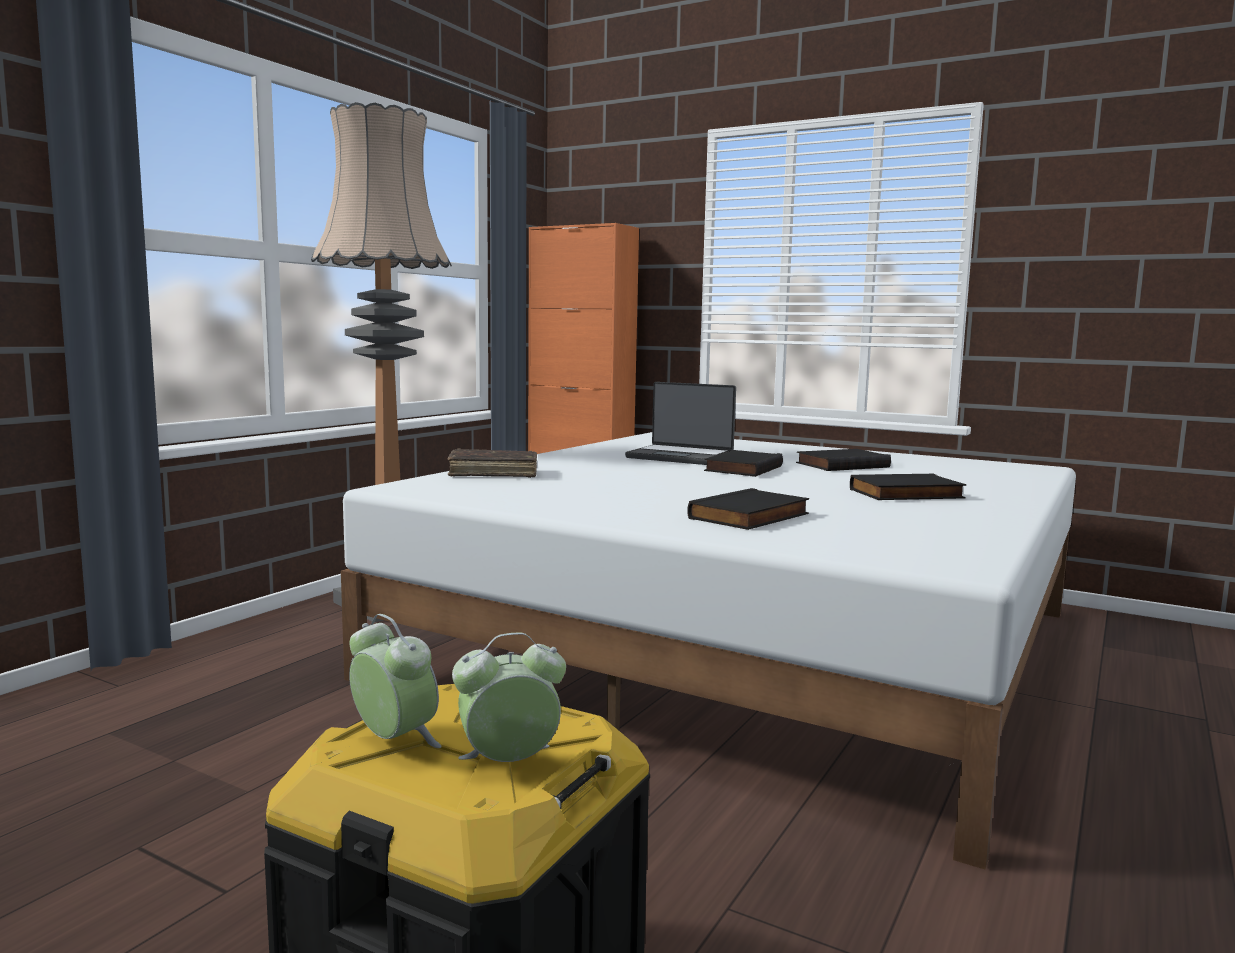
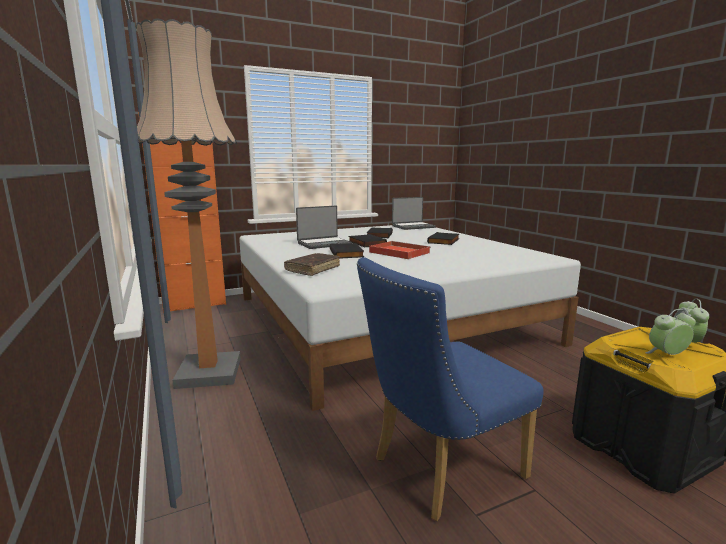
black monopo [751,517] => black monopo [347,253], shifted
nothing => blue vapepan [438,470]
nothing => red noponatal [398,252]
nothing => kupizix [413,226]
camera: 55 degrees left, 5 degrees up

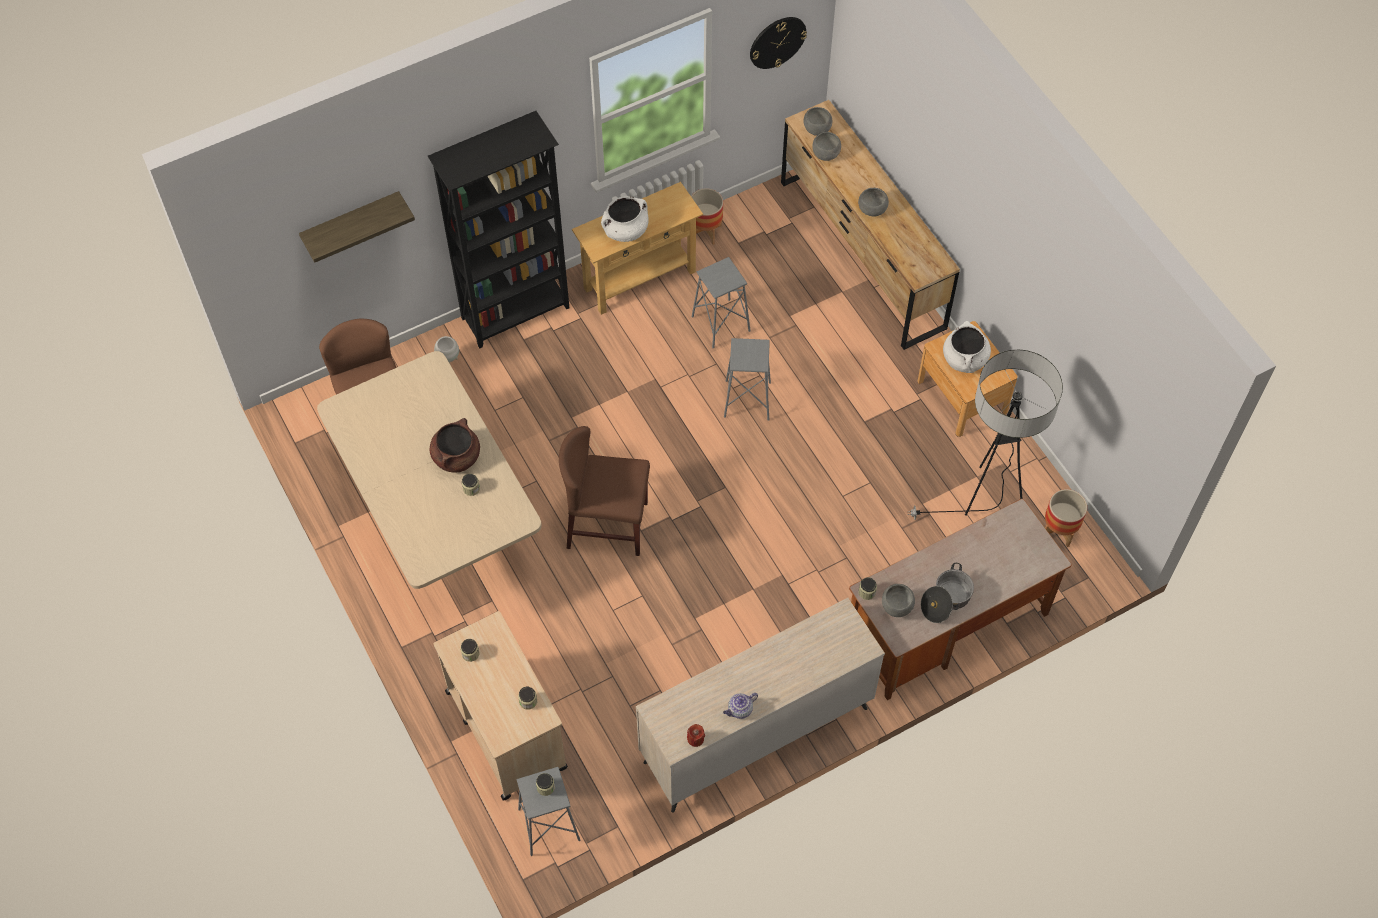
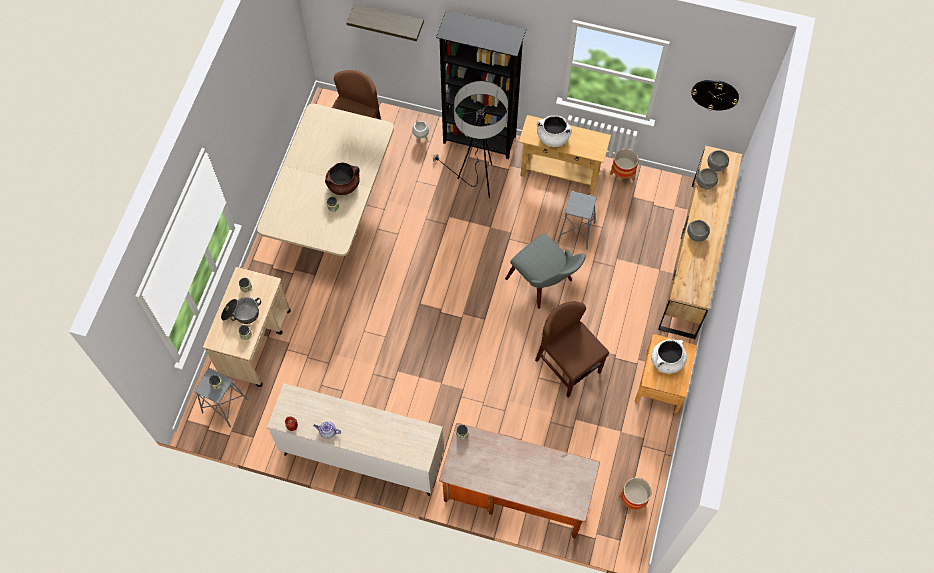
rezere [946,600] => rezere [241,313], shifted
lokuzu [984,499] => lokuzu [477,180], shifted
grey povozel [747,400] => grey vapepan [545,284]
brown vapepan [607,525] => brown vapepan [568,366], shifted
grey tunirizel [896,606] => nothing
camera: 45 degrees right, 5 degrees up

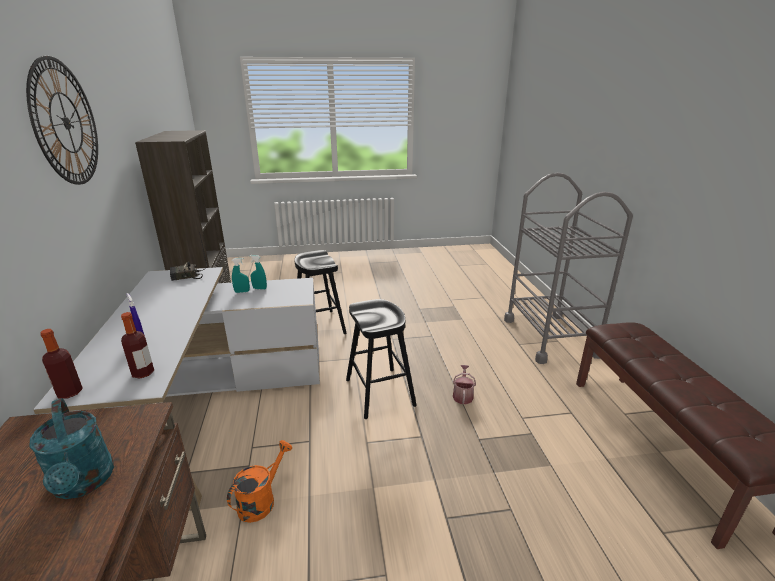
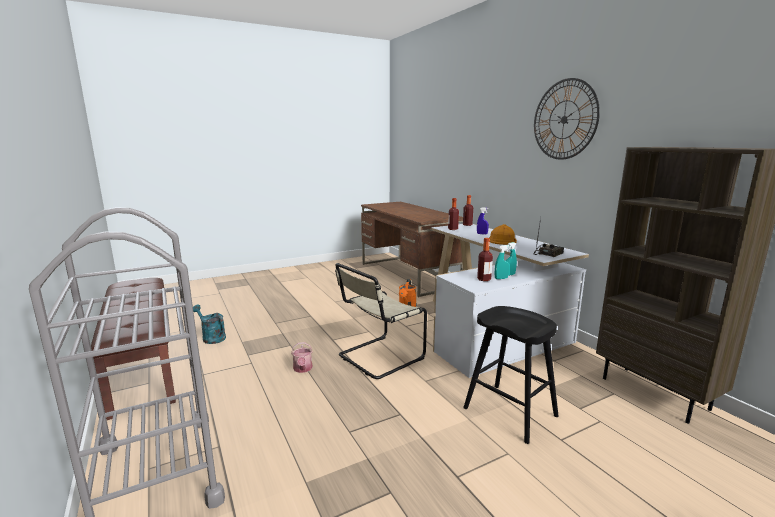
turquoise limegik [84,483] => turquoise limegik [211,337], shifted
black povozel [379,392] => beige vapepan [378,358]
nothing => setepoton [484,279]
nothing => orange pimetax [502,240]
camera: 160 degrees right, 10 degrees down

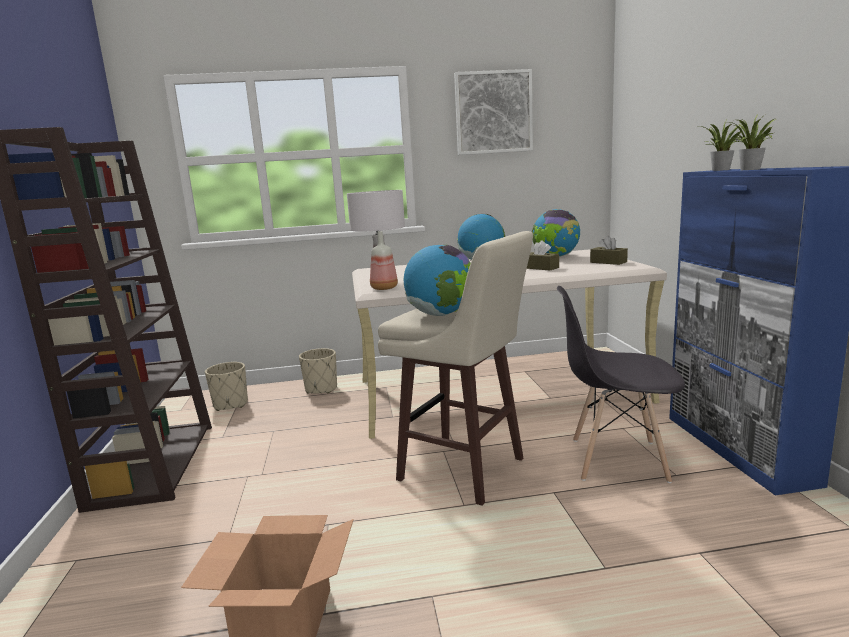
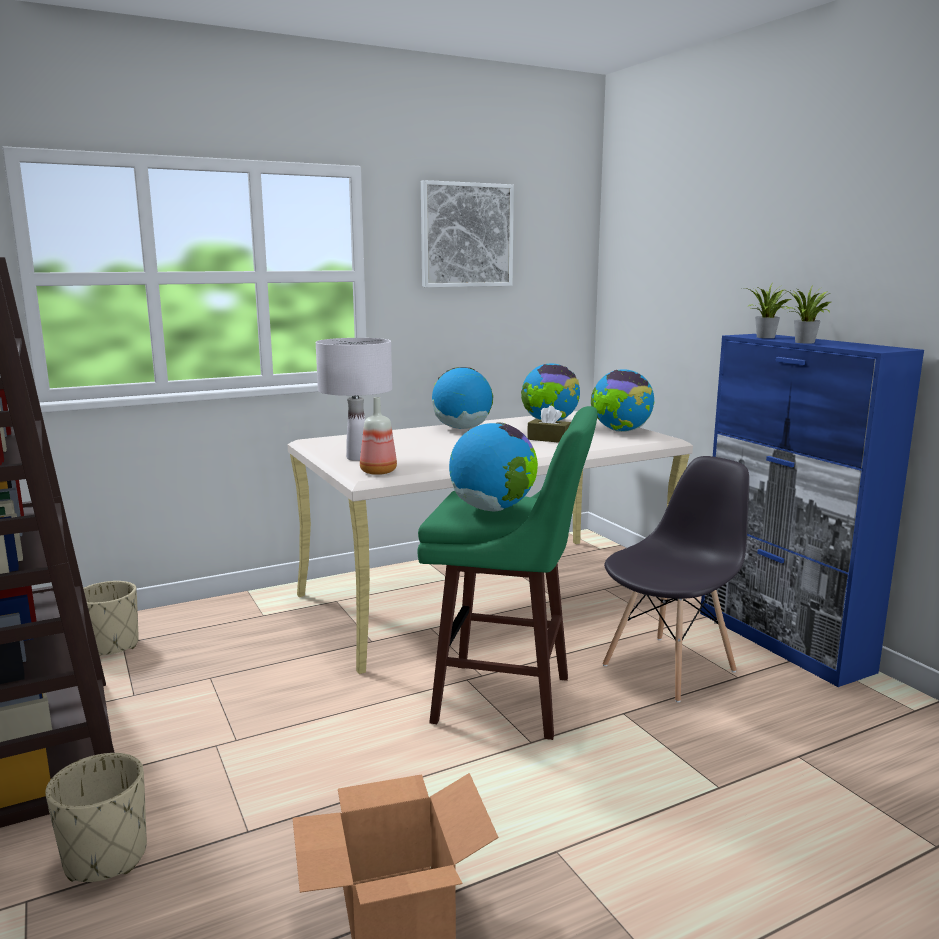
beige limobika [321,389] => beige limobika [106,857], shifted
beige povozel [464,471] => green povozel [507,701]
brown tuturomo [608,262] => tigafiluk [621,431]
grey vapepan [616,460] => grey vapepan [670,667], 150 degrees clockwise
camera: 20 degrees left, 0 degrees up

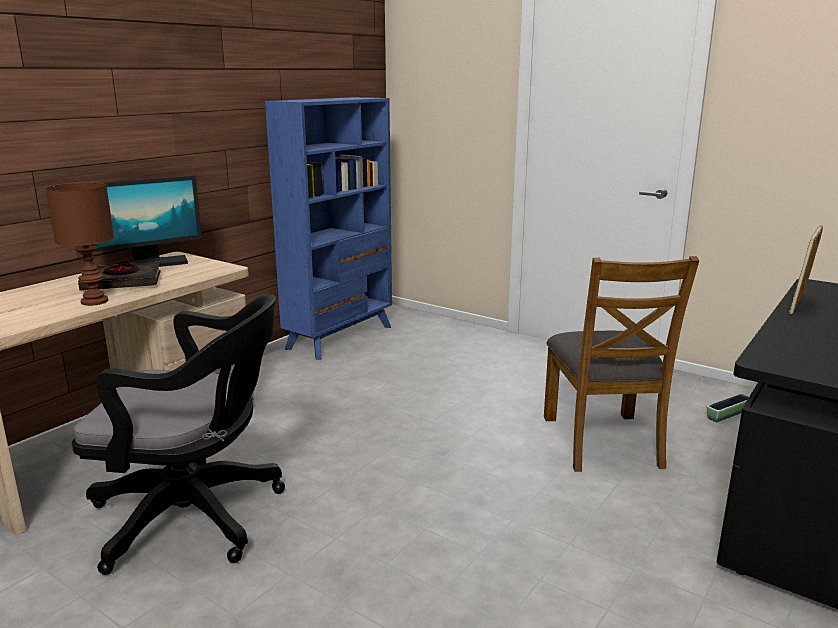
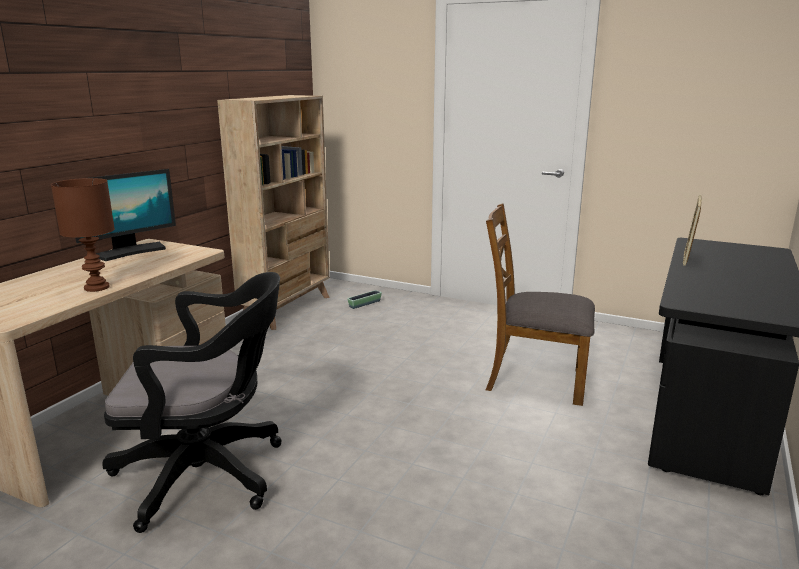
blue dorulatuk [341,337] => beige dorulatuk [287,309]
limobika [728,414] => limobika [364,304], shifted
brown vapepan [603,441] => brown vapepan [535,379], 120 degrees clockwise
black monopo [122,282] => nothing
camera: 10 degrees left, 0 degrees up

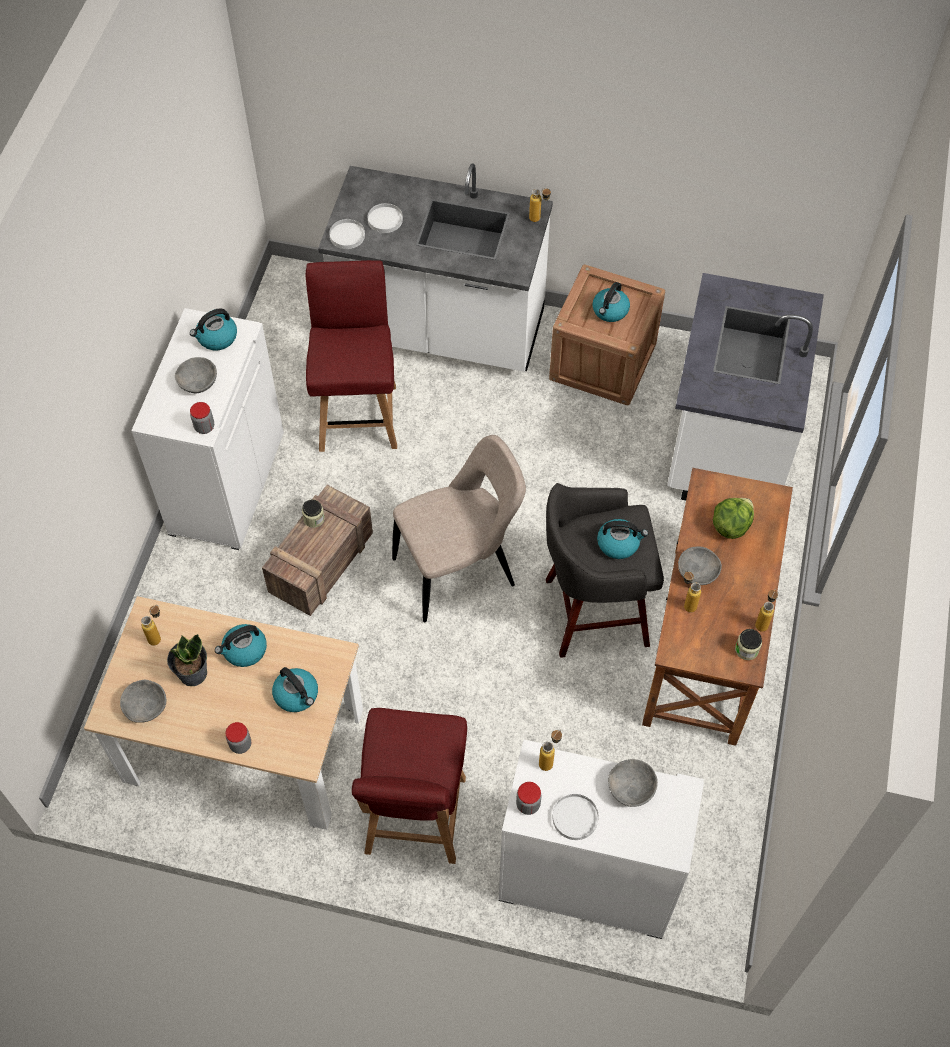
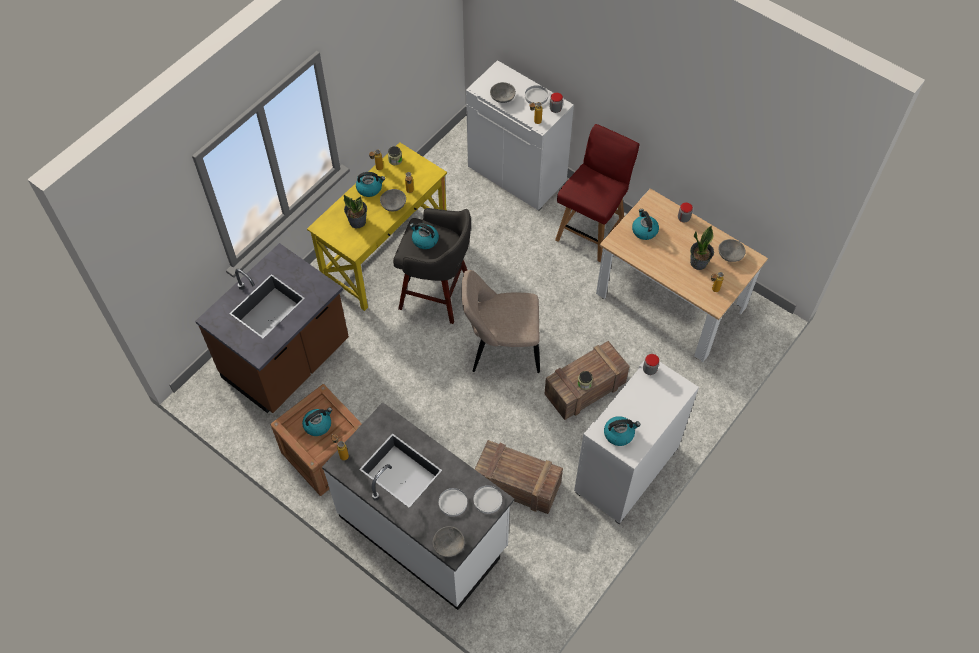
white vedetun [726,443] => brown vedetun [287,361]
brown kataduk [705,643] => yellow kataduk [385,253]
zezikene [730,526] => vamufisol [357,221]
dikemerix [244,650] => dikemerix [370,188], shifted
grey tunirizel [198,382] => grey tunirizel [448,545], shifted
red vapepan [358,415] => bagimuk [516,484]
camera: 155 degrees left, 0 degrees up

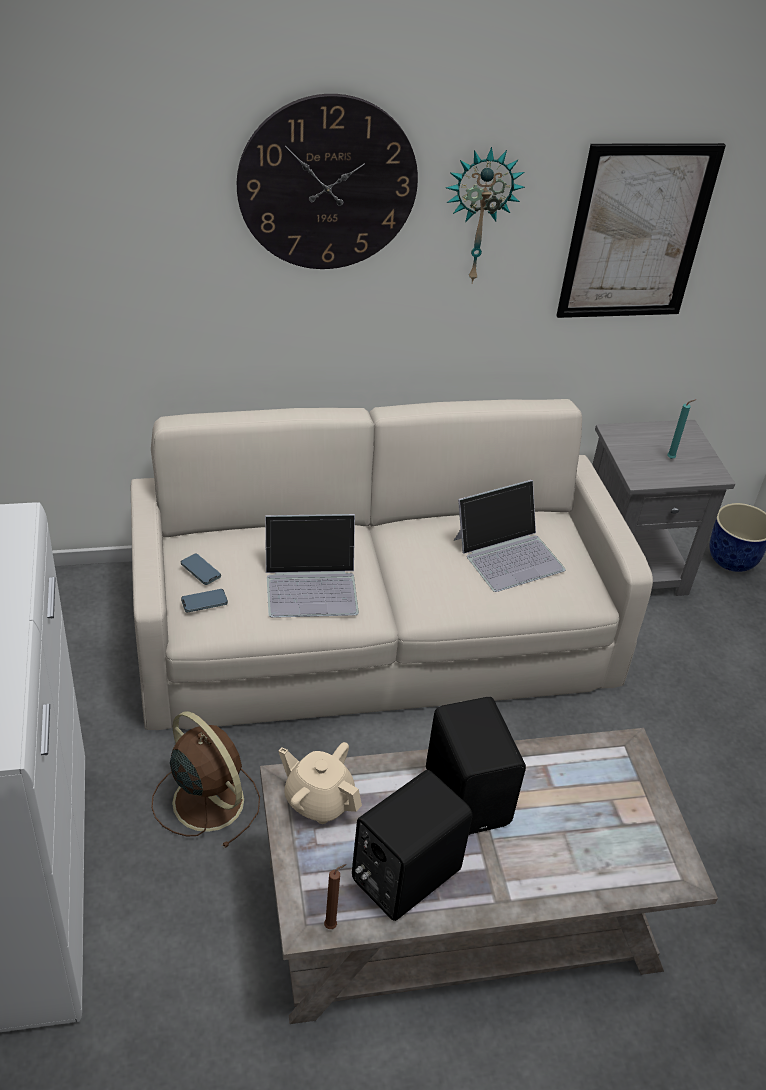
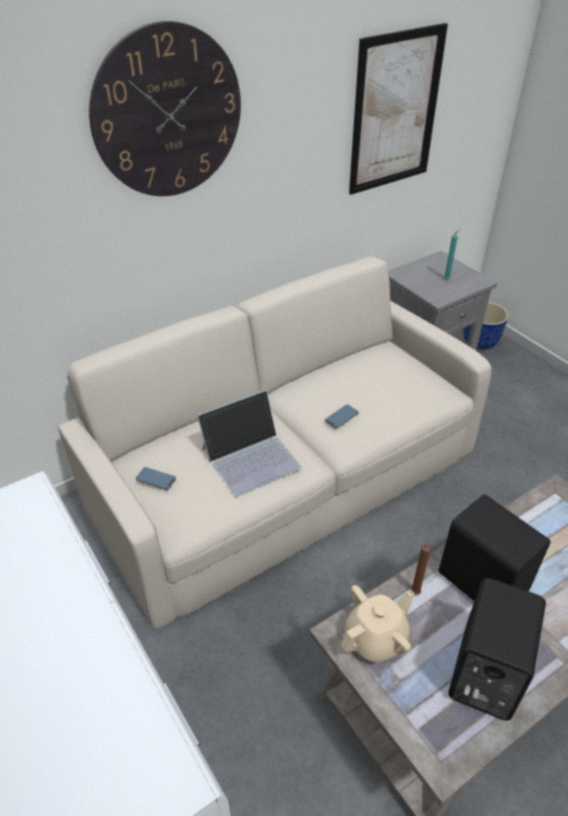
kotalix [204,602] => kotalix [341,418], shifted
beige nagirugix [318,800] => beige nagirugix [376,639], 135 degrees clockwise
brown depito [332,925] => brown depito [416,591], shifted
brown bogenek [206,799] => nothing
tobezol [479,215] => nothing
kupizix [509,553] => nothing
camera: 20 degrees left, 0 degrees up

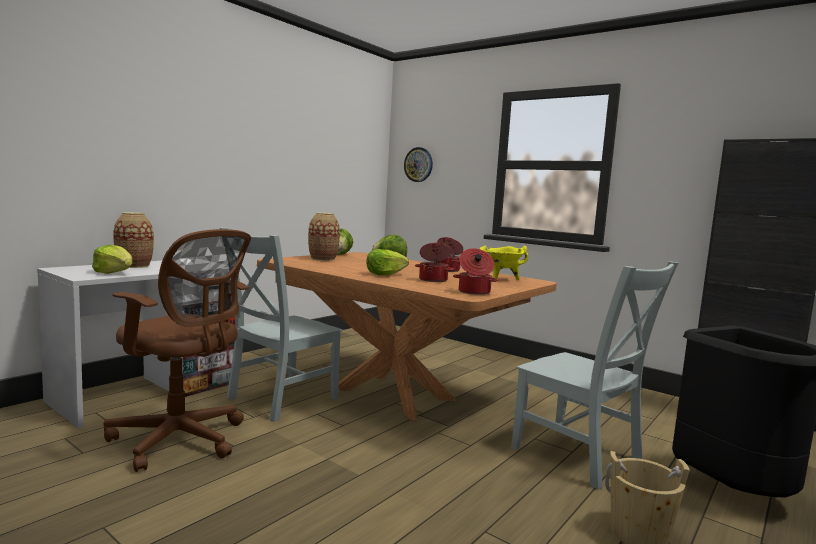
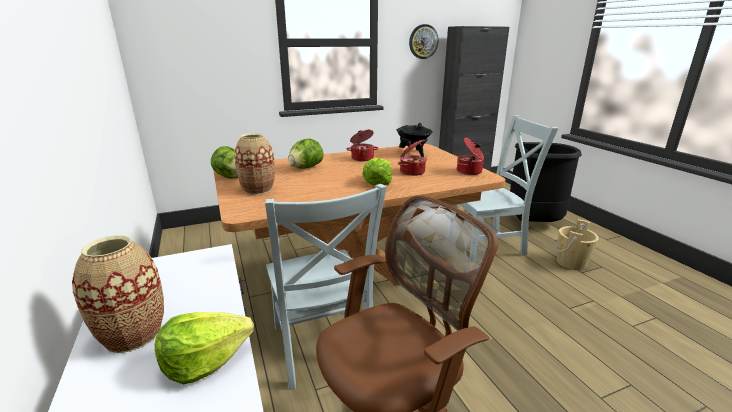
yellow rezere [500,279] => black rezere [413,153]
tobezol [418,164] => tobezol [423,41], shifted
camera: 60 degrees left, 15 degrees up

